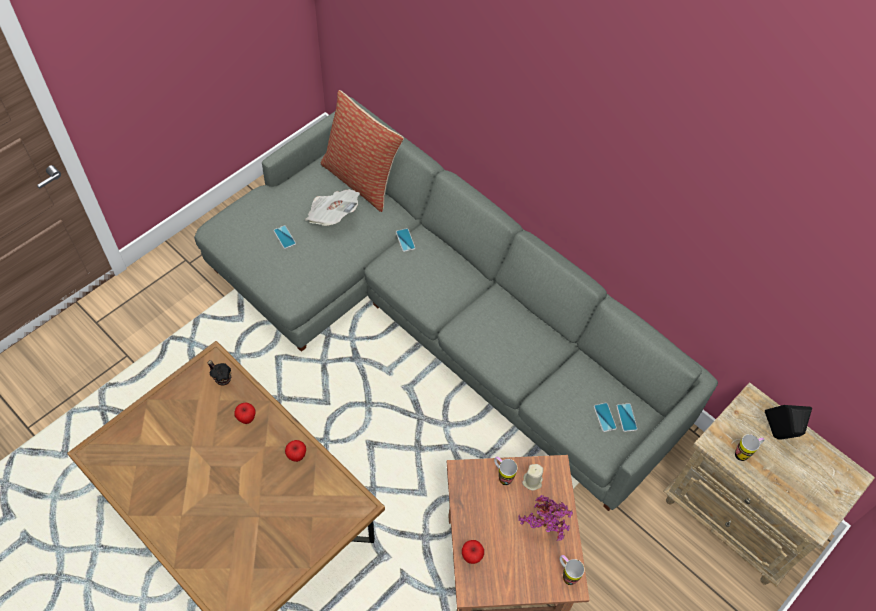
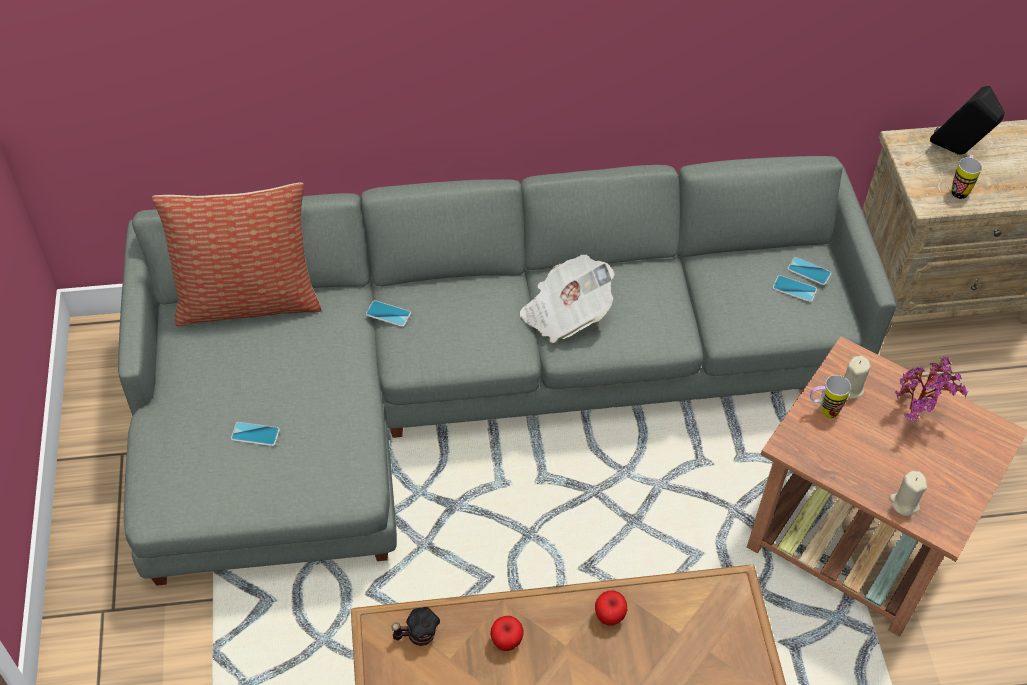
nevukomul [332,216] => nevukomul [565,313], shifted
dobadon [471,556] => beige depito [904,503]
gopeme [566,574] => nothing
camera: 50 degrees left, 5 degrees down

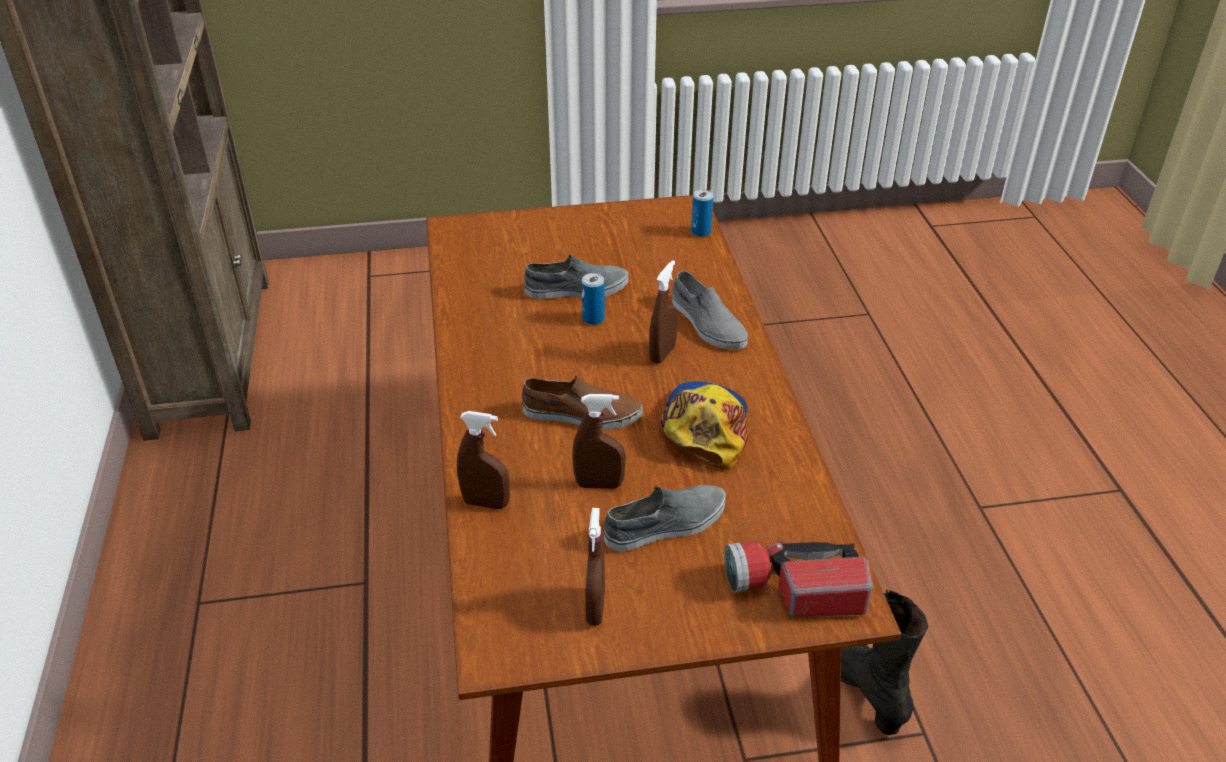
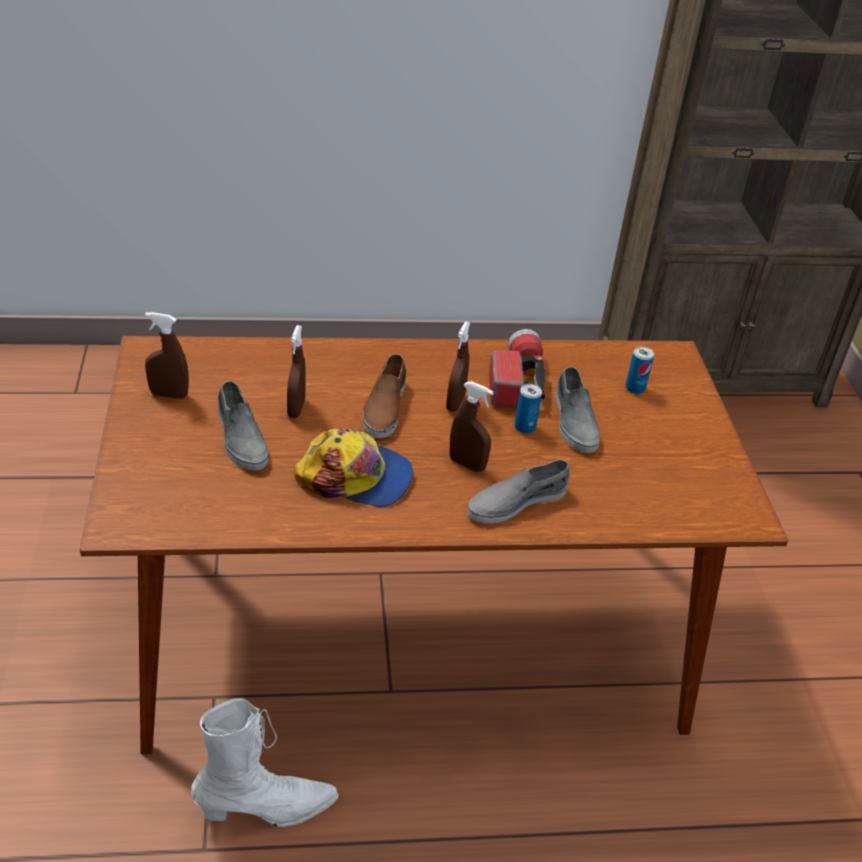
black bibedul [864,688] => white bibedul [267,809]
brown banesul [486,503] => brown banesul [455,403], shifted
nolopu [794,590] => nolopu [516,381], shifted
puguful [701,232] => puguful [635,388], shifted
camera: 90 degrees right, 0 degrees up

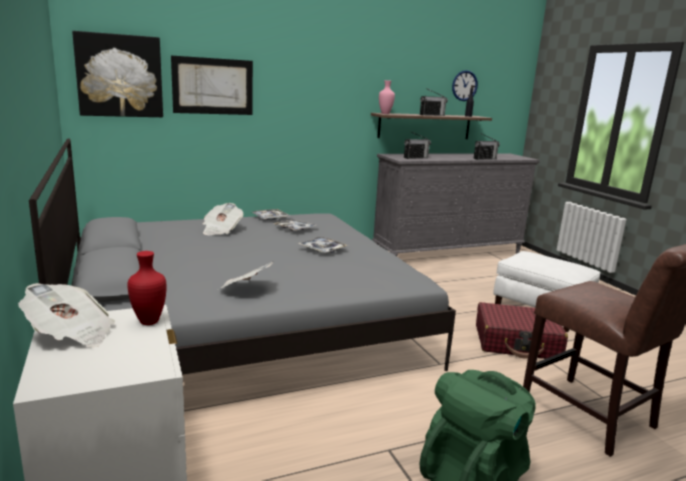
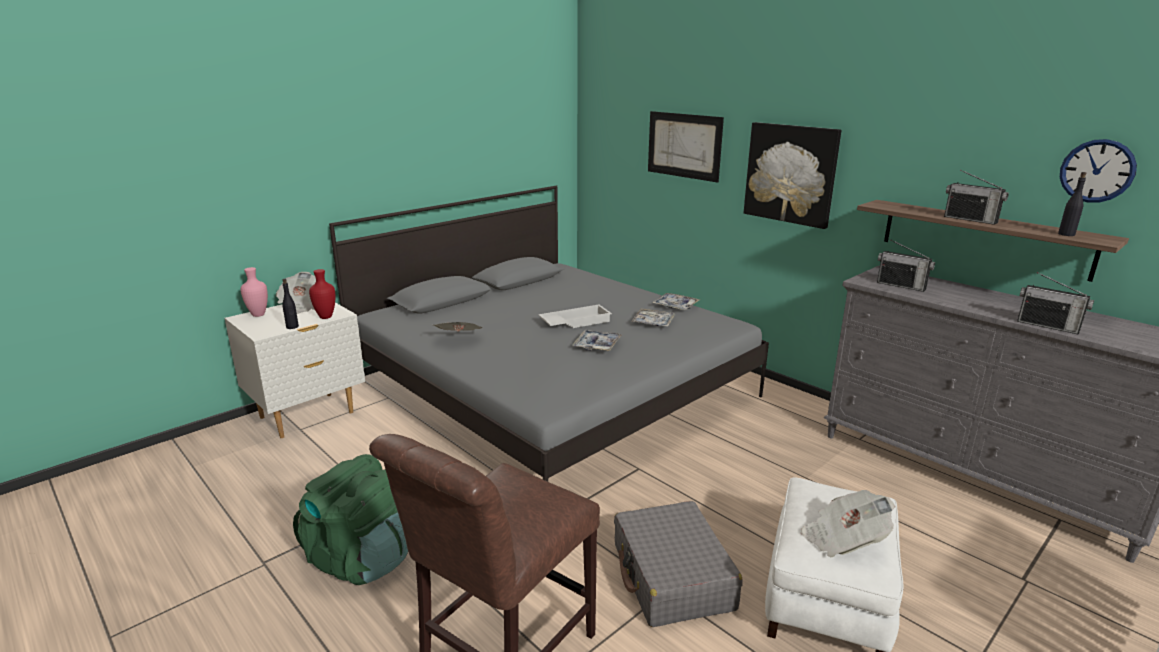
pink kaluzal [385,114] => pink kaluzal [257,315], shifted
nothing => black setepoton [292,327]
nothing => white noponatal [575,322]
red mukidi [517,342] => grey mukidi [672,577]
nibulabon [120,76] => nibulabon [791,174], shifted
nevukomul [221,230] => nevukomul [843,540], shifted
camera: 70 degrees right, 5 degrees up

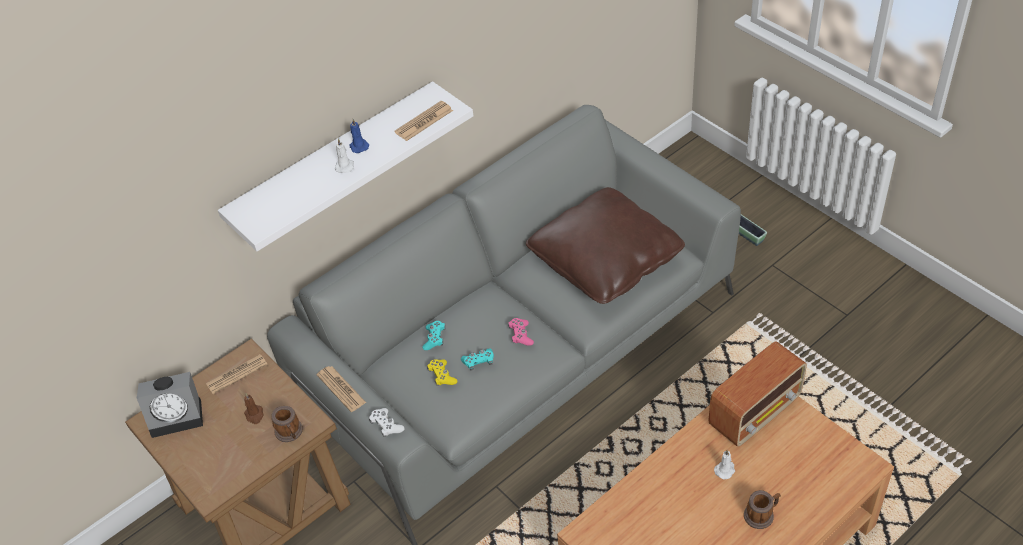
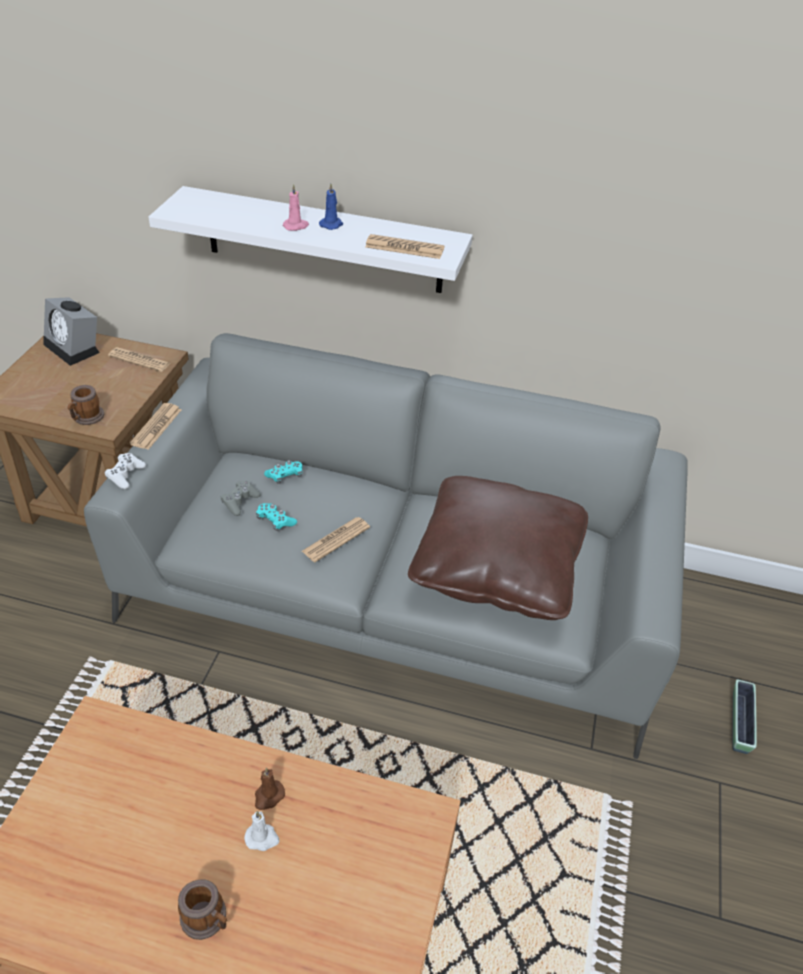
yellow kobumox [442,376] => grey kobumox [240,502]
brown depito [254,415] => brown depito [268,796], shifted
white depito [345,166] => pink depito [296,226]
pink kobumox [521,335] => nevukomul [336,539]
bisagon [755,412] => nothing
camera: 50 degrees right, 5 degrees down

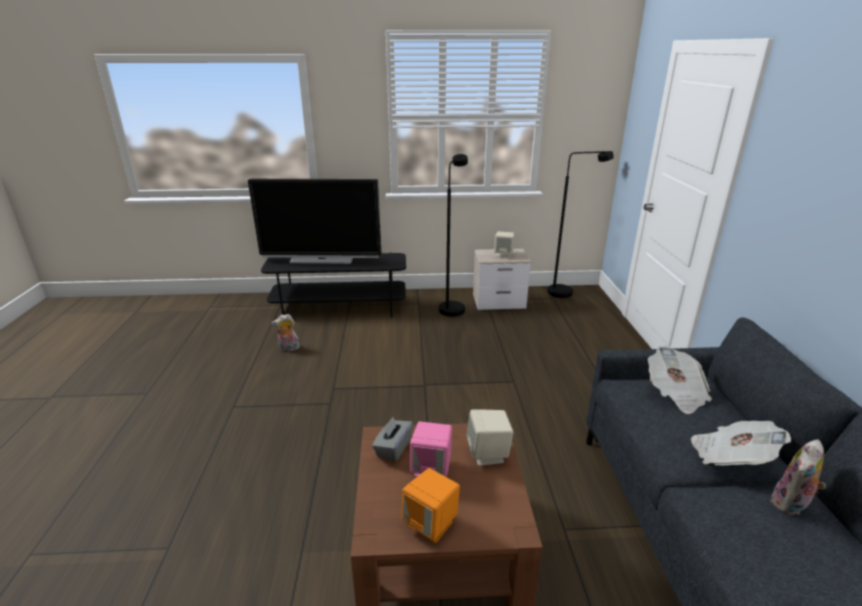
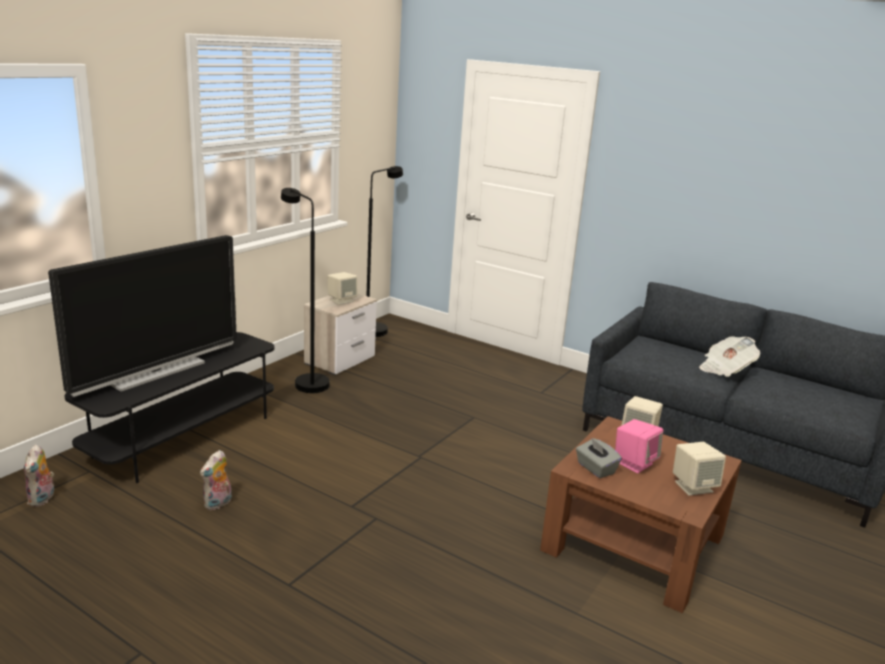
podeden [791,505] => podeden [42,499], shifted
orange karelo [431,524] => beige karelo [693,486]
nevukomul [675,393] => nothing
camera: 55 degrees left, 5 degrees down

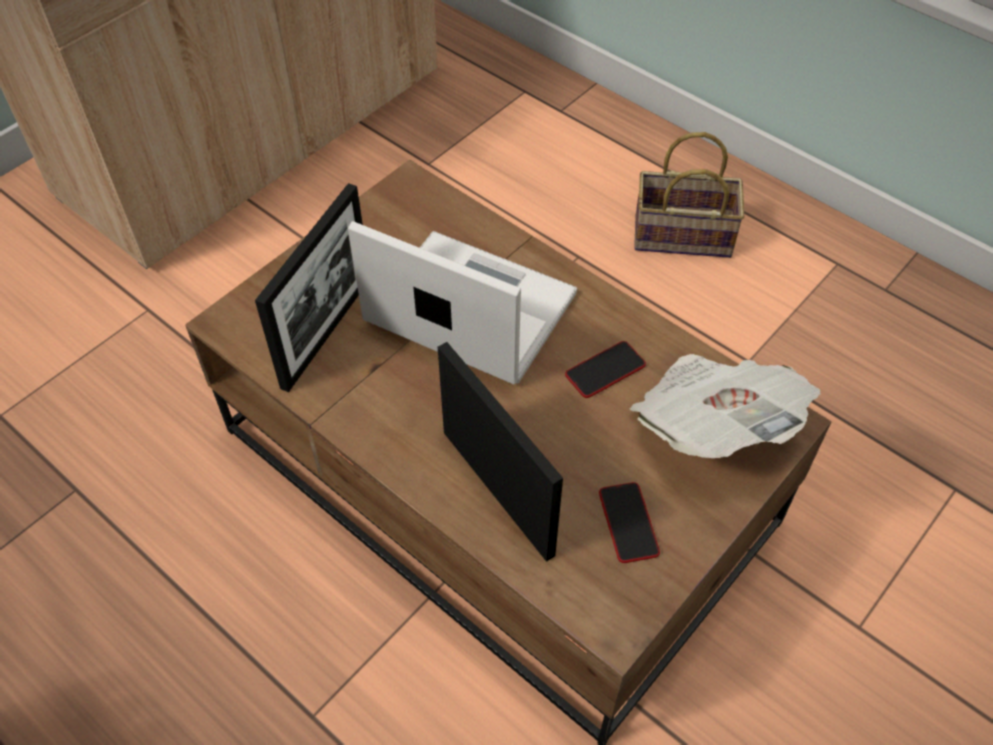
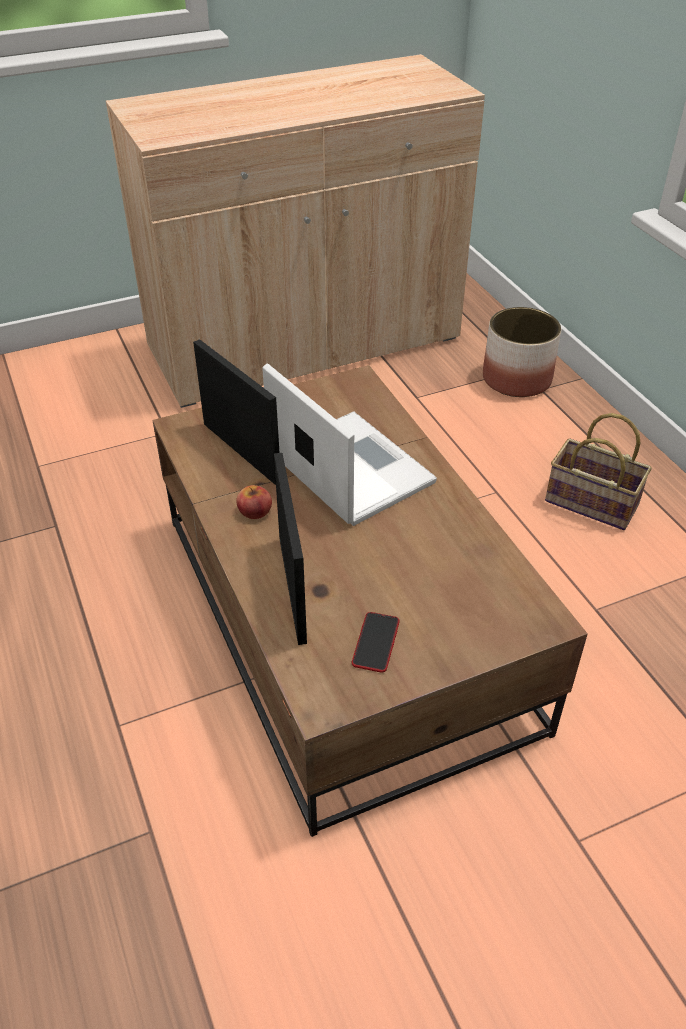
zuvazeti [327,331] => zuvazeti [241,452], 90 degrees counterclockwise
nothing => dobadon [255,511]
nothing => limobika [516,379]
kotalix [605,370] => nothing
nevukomul [712,425] => nothing
camera: 25 degrees right, 10 degrees down

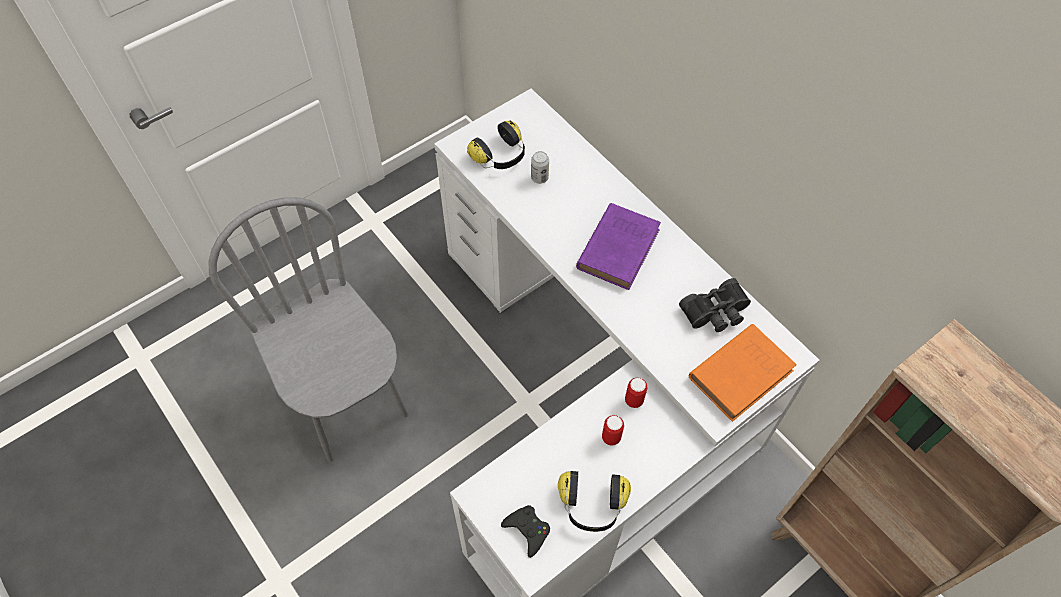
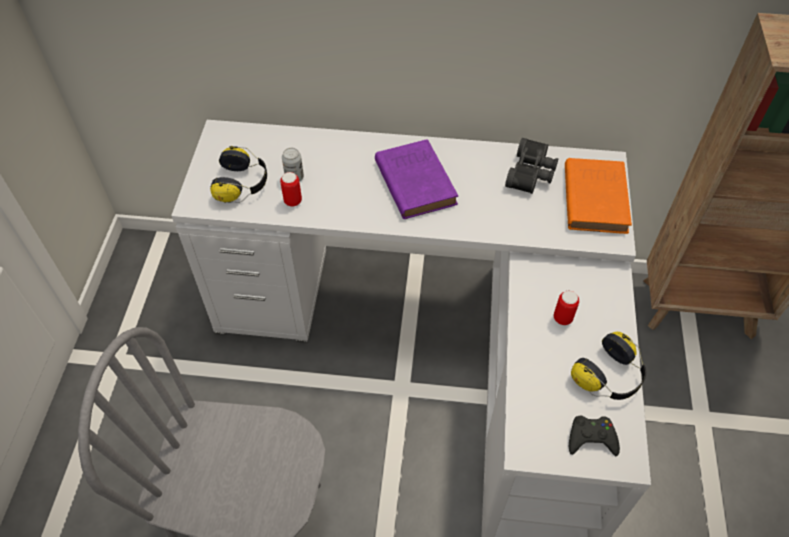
puguful [634,400] => puguful [293,201], shifted
camera: 45 degrees left, 5 degrees down

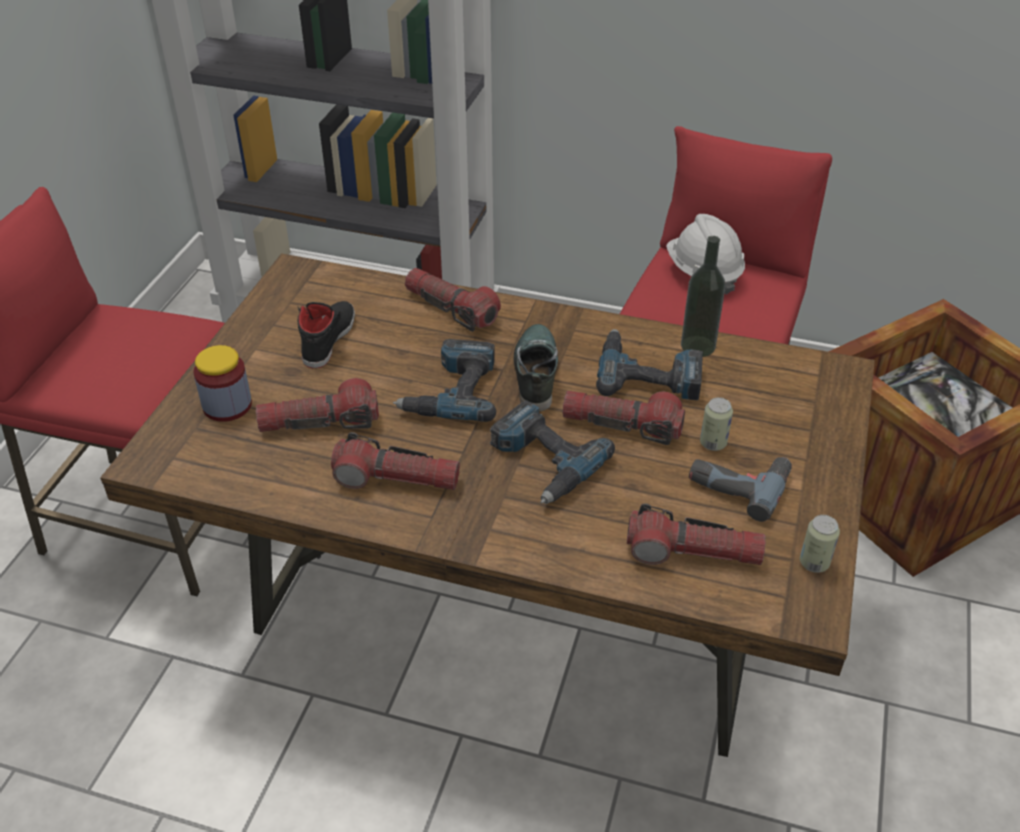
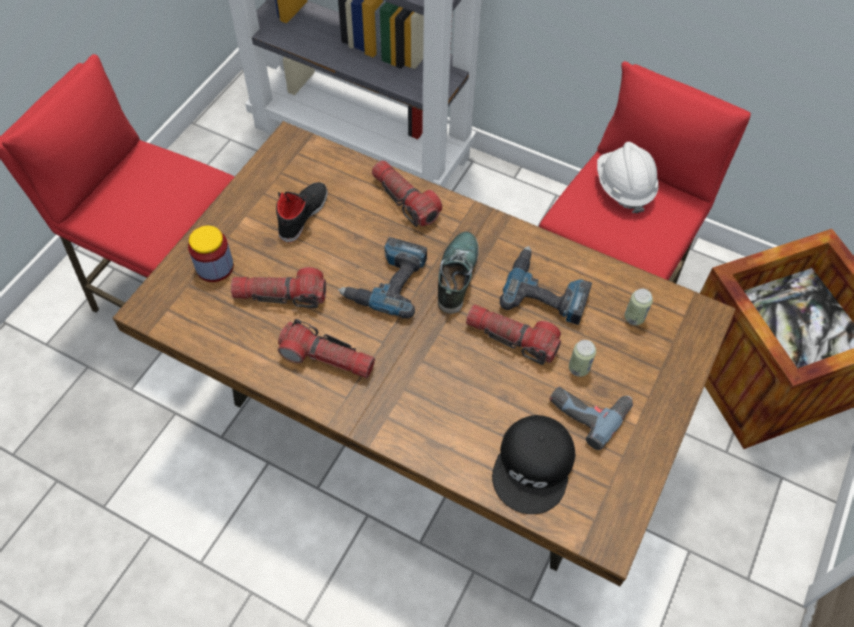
nolopu [693,553] => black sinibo [534,467]
puguful [814,563] => puguful [634,317], shifted
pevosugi [542,461] => nothing
setepoton [697,346] => nothing
camera: 10 degrees right, 15 degrees up

